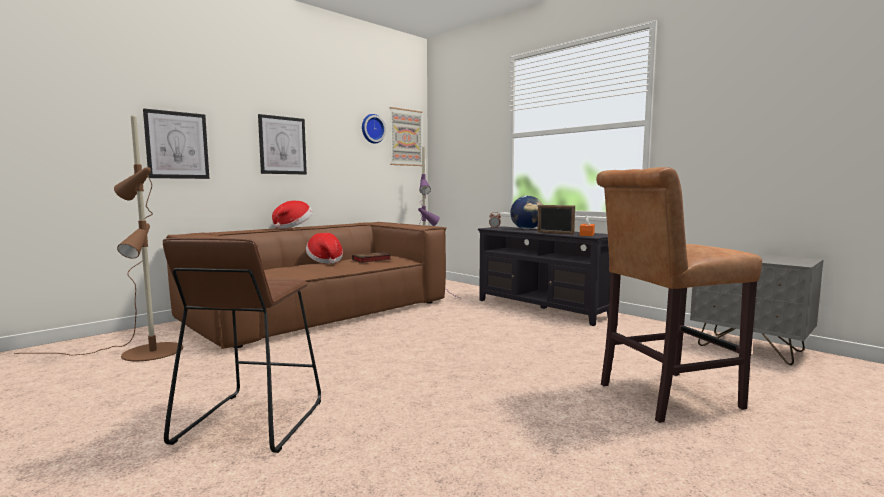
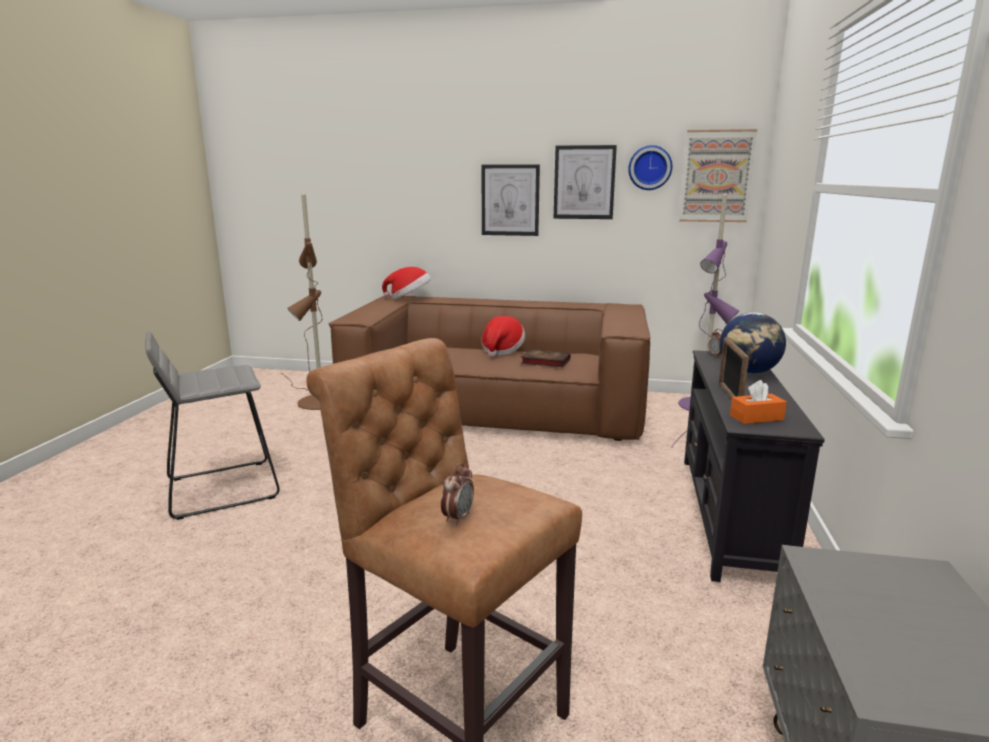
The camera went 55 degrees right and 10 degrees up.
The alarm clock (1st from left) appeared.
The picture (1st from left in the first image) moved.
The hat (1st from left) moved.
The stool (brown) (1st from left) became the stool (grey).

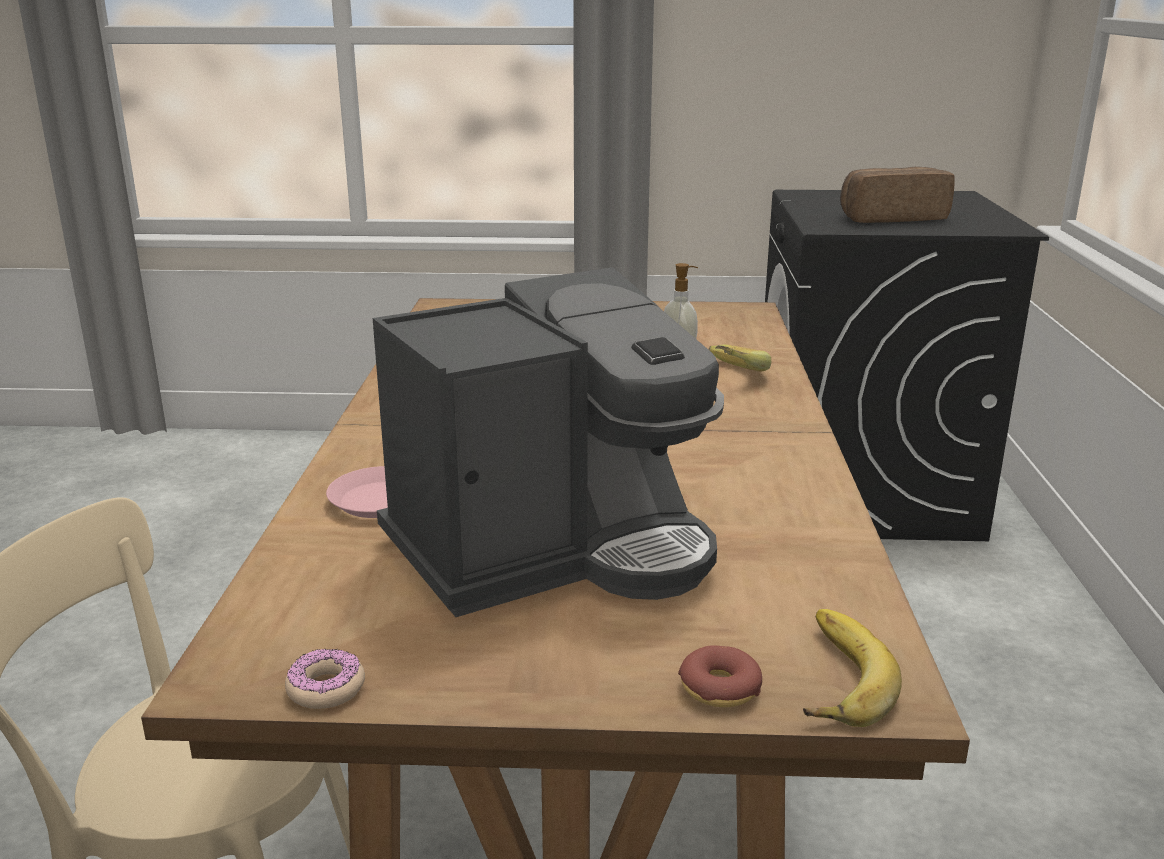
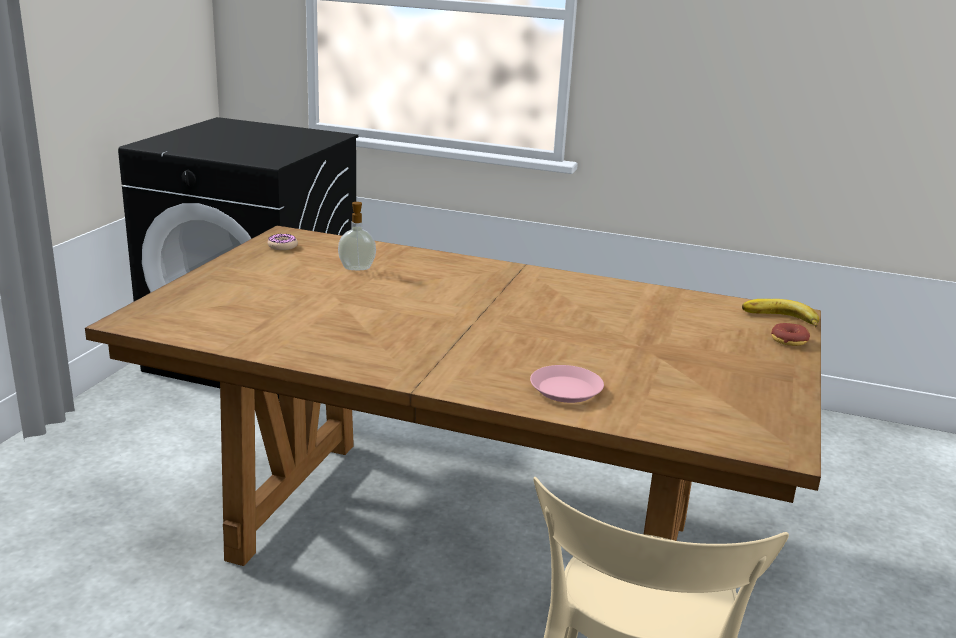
The camera went 75 degrees left and 0 degrees up.
The coffee machine disappeared.
The banana (1st from left) disappeared.
The bread disappeared.
The donut (1st from left) moved.

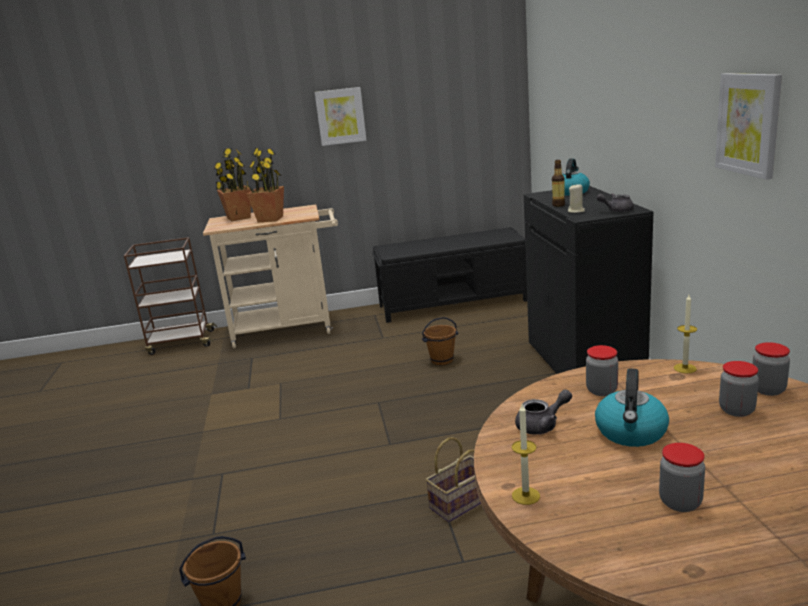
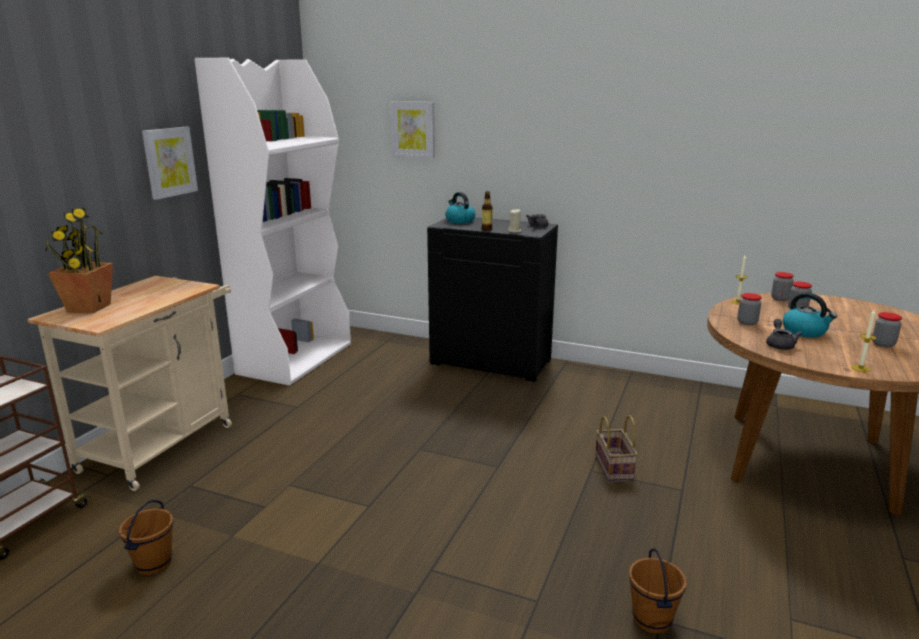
The camera went 60 degrees left and 0 degrees up.
The potted plant (2nd from left) disappeared.
The bucket (brown) (2nd from left in the first image) moved.
The picture (2nd from left) moved.
The bench (black) was replaced by the bookcase (white).

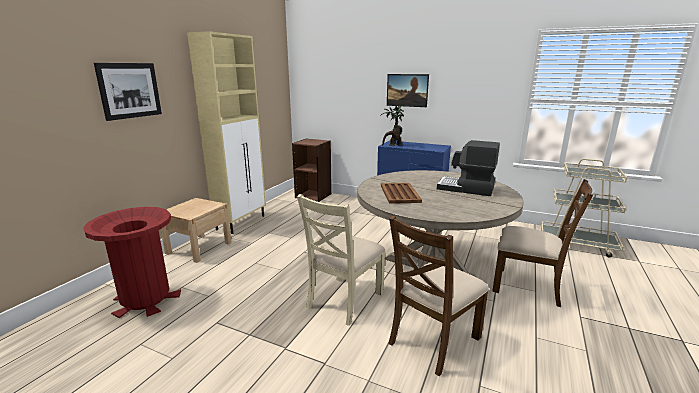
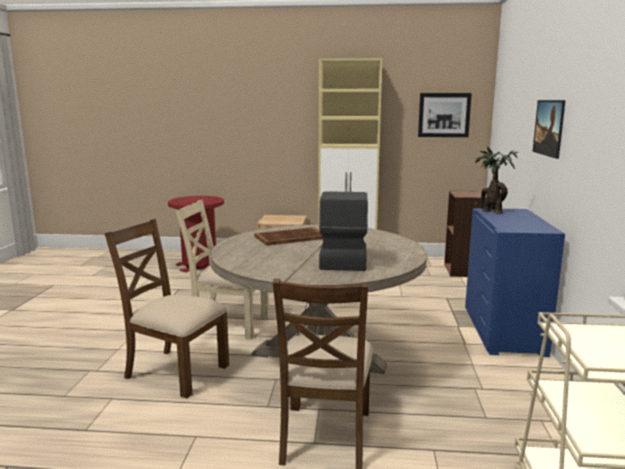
The camera went 70 degrees right and 5 degrees down.
The picture (1st from left) moved.

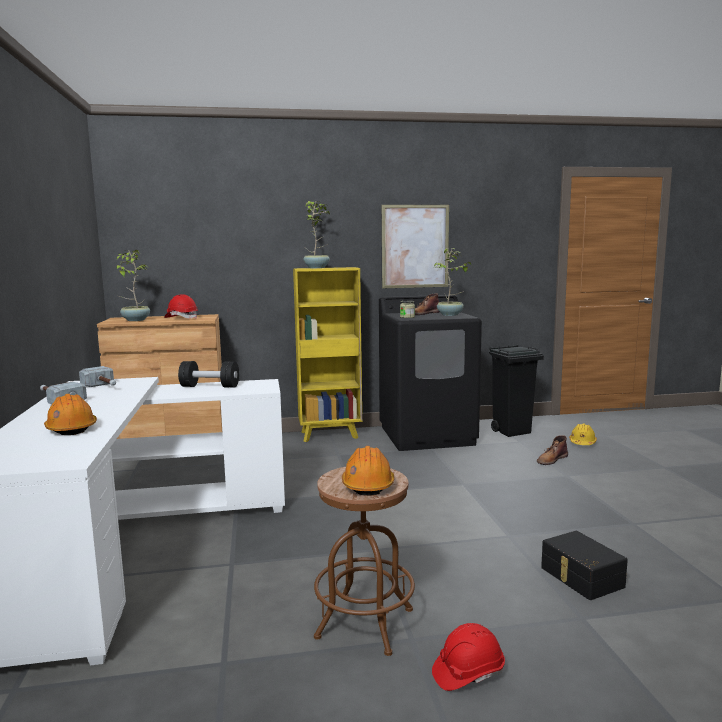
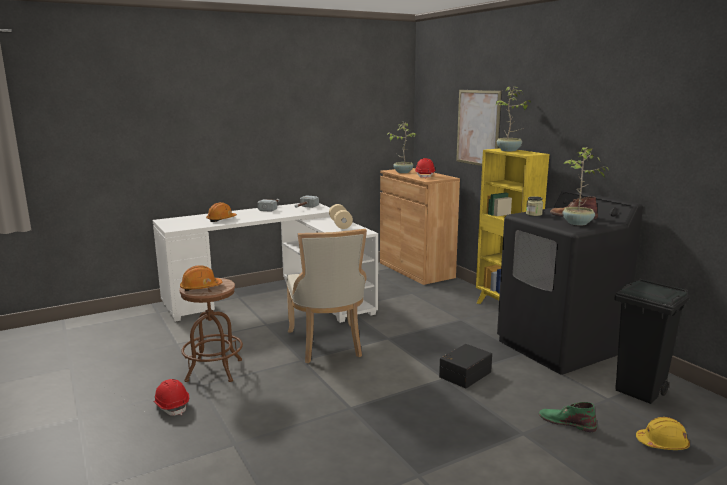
The camera went 70 degrees right and 5 degrees up.
The chair (beige) appeared.
The picture moved.
The storage box (black) moved.
The dumbbell (black) became the dumbbell (beige).
The boot (brown) (2nd from left) became the boot (green).

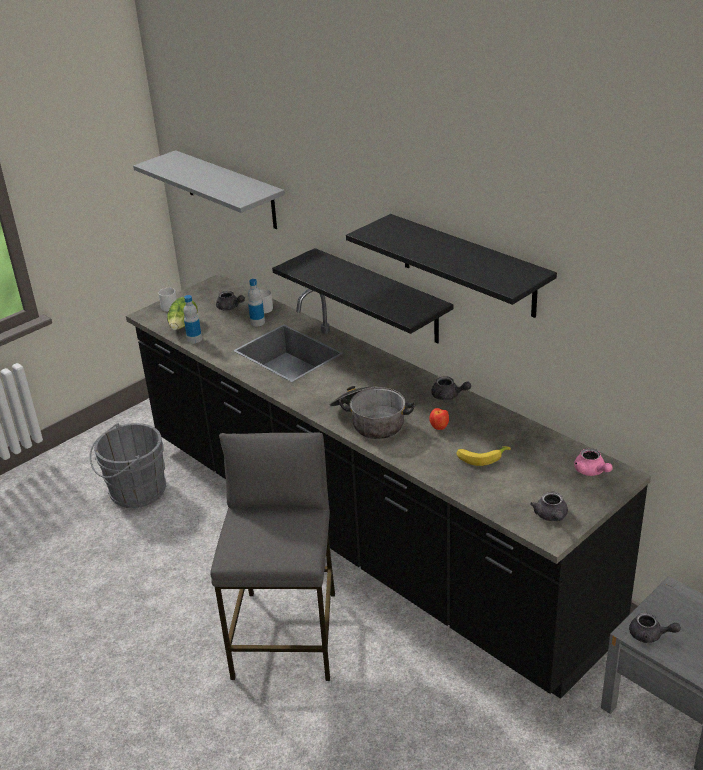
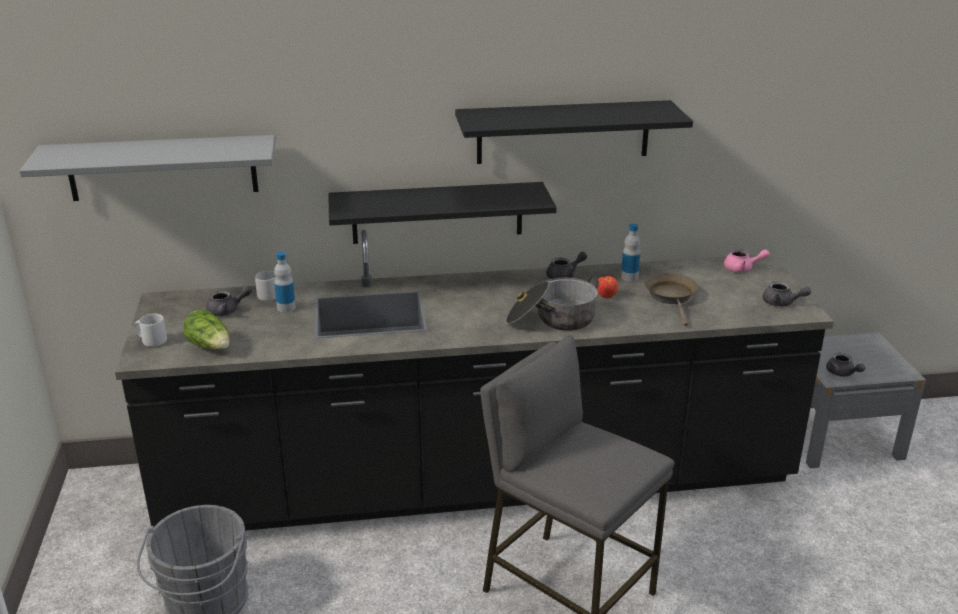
The camera went 55 degrees left and 5 degrees down.
The bottle (1st from left in the first image) moved.
The banana was replaced by the frying pan (brown).
The teapot (grey) (4th from left) turned 90 degrees clockwise.

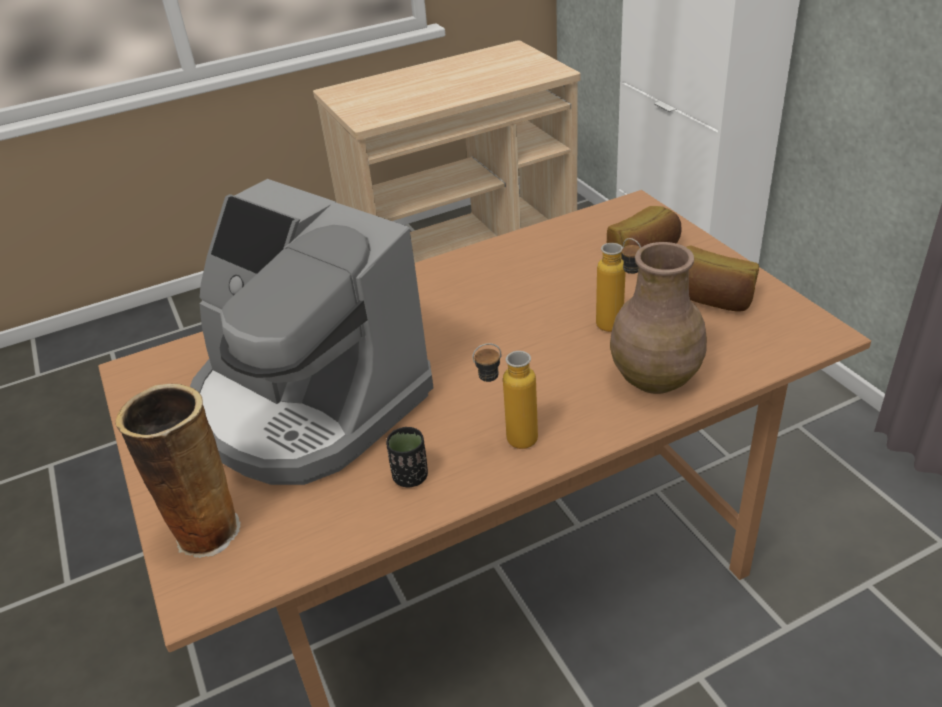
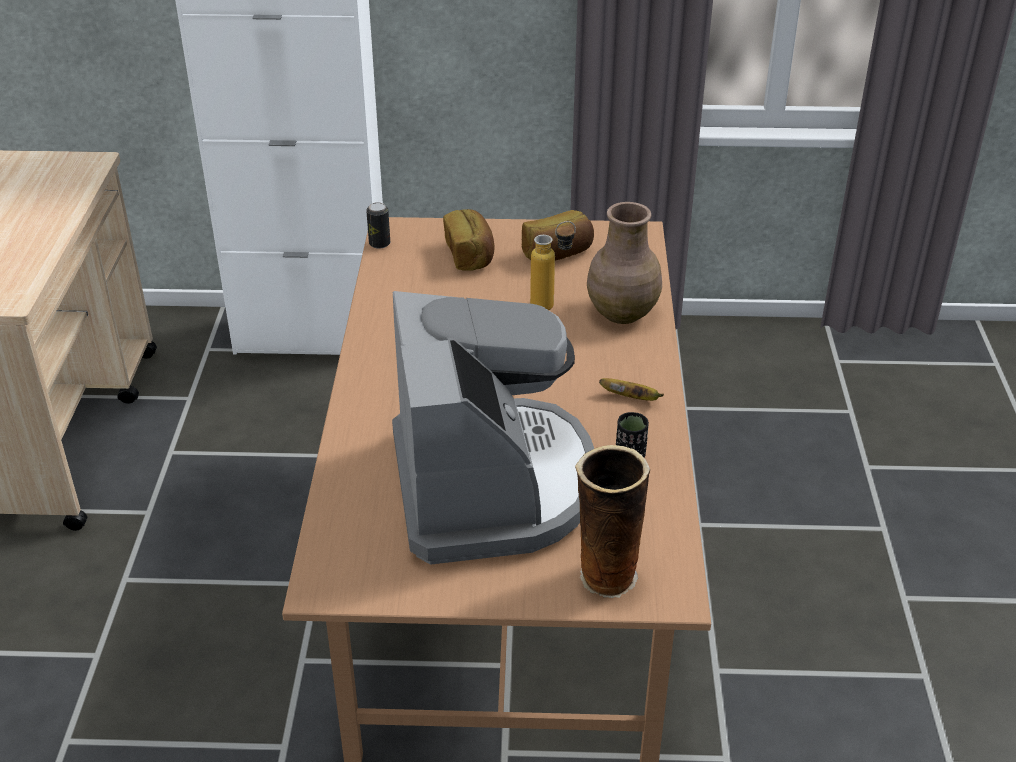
The camera went 65 degrees left and 0 degrees up.
The can appeared.
The bottle (1st from left) was replaced by the banana.
The coffee machine turned 75 degrees counterclockwise.

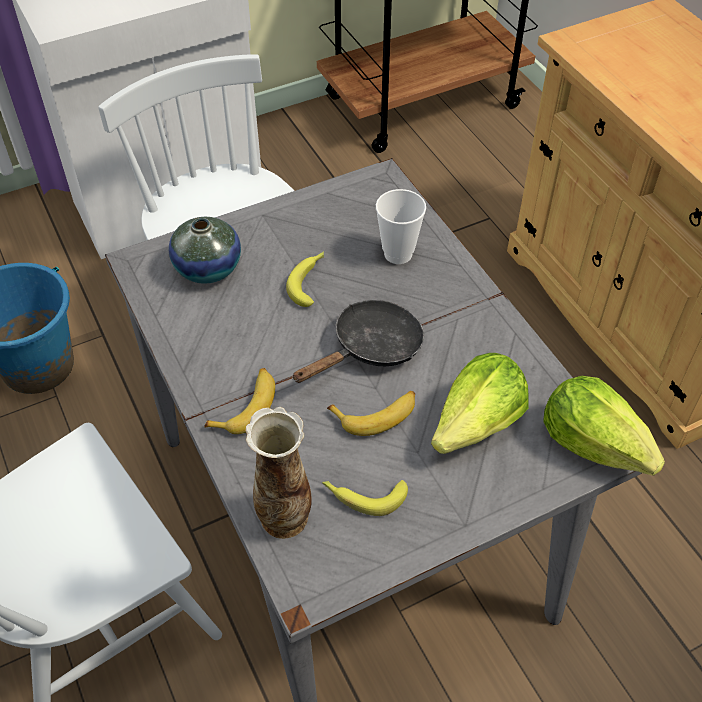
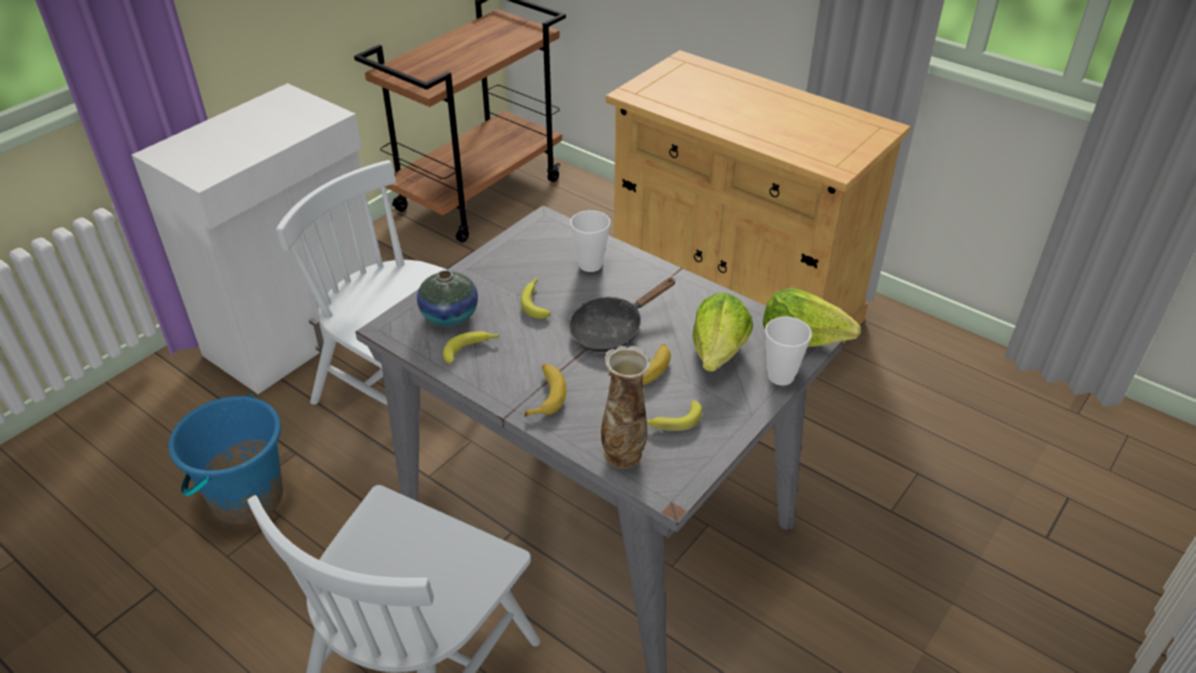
The camera went 25 degrees left and 10 degrees down.
The banana (1st from left) appeared.
The cup (2nd from left) appeared.
The frying pan (black) turned 150 degrees counterclockwise.

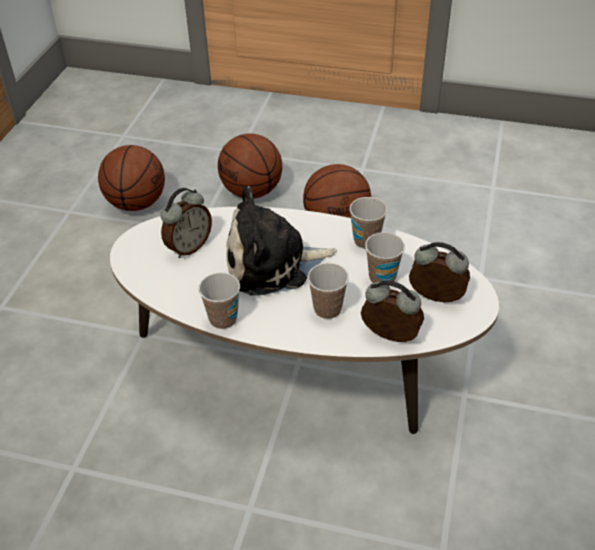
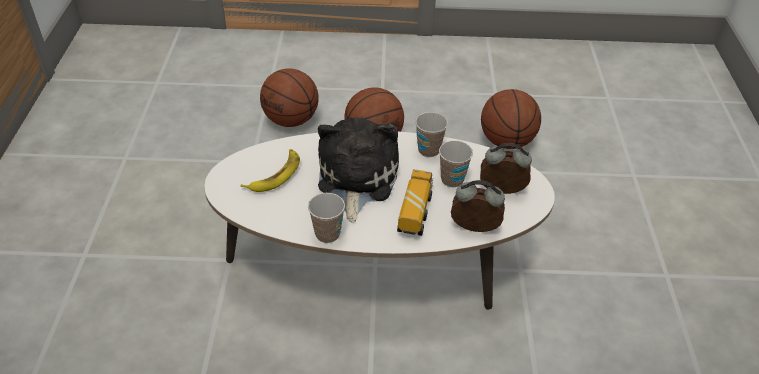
The camera went 15 degrees left and 0 degrees up.
The basketball (1st from left in the first image) moved.
The alarm clock (1st from left) was replaced by the banana.
The cup (2nd from left) was replaced by the toy truck.
The plush toy turned 120 degrees clockwise.

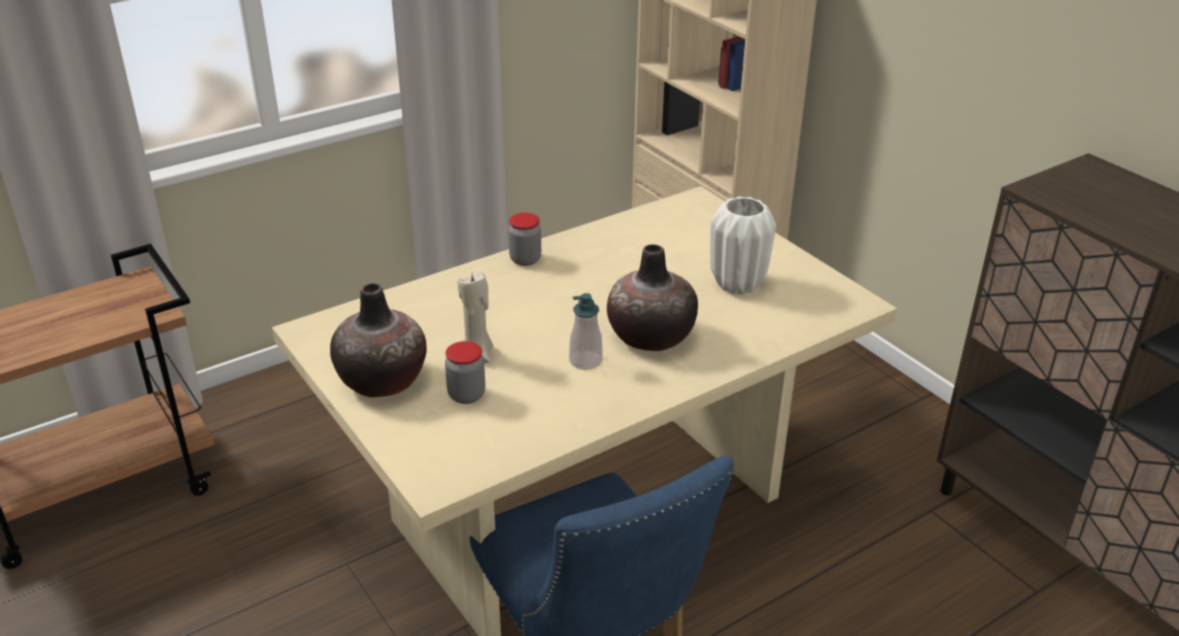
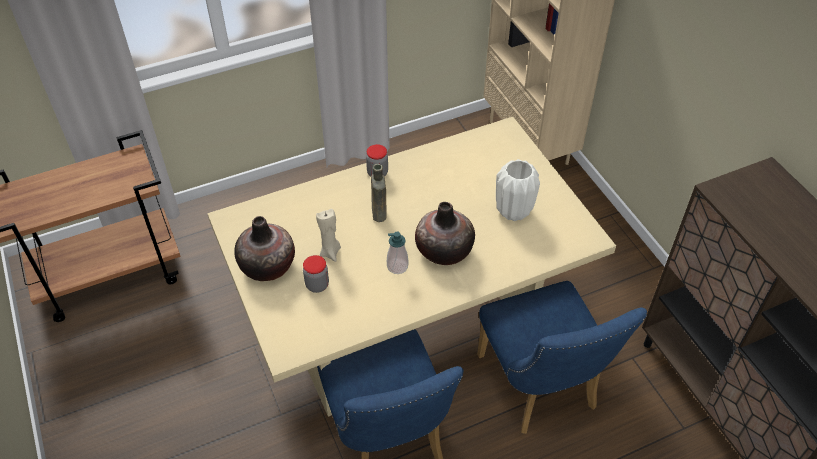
The camera went 10 degrees right and 15 degrees up.
The bottle (brown) appeared.
The chair (blue) (2nd from left) appeared.

